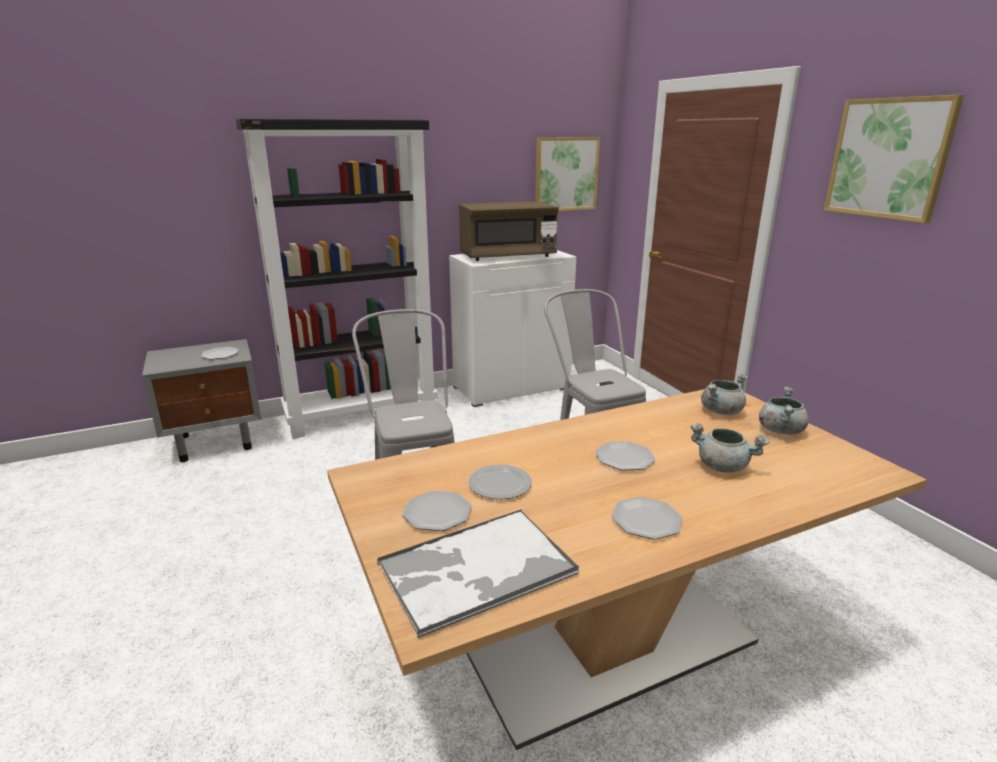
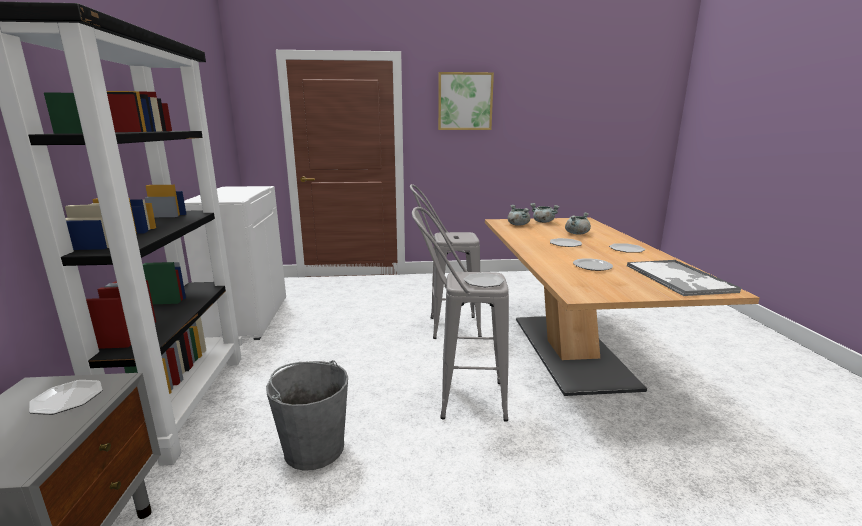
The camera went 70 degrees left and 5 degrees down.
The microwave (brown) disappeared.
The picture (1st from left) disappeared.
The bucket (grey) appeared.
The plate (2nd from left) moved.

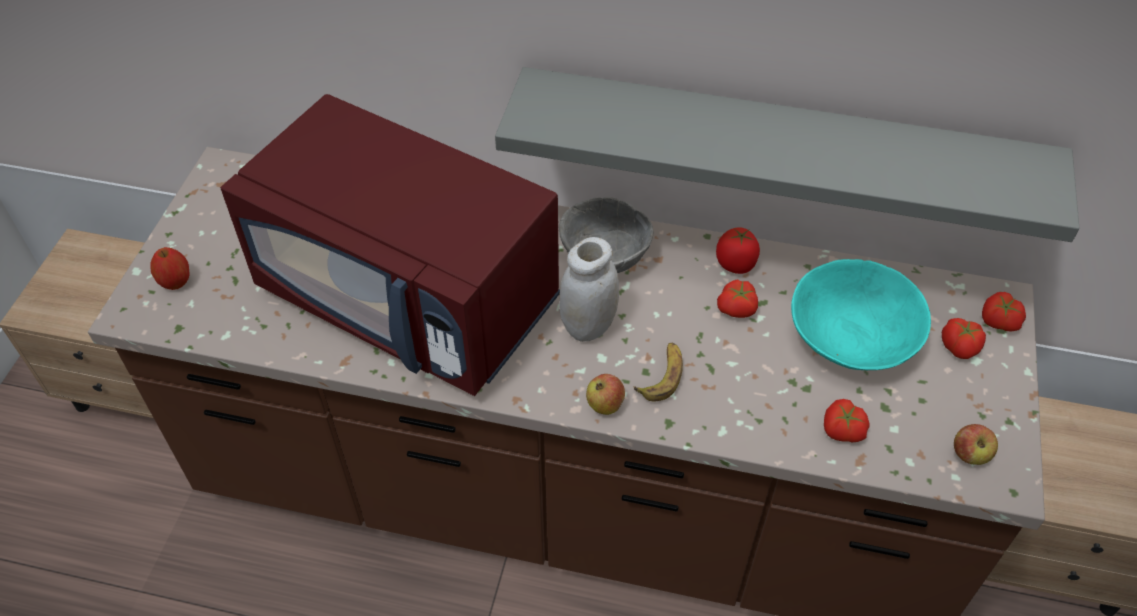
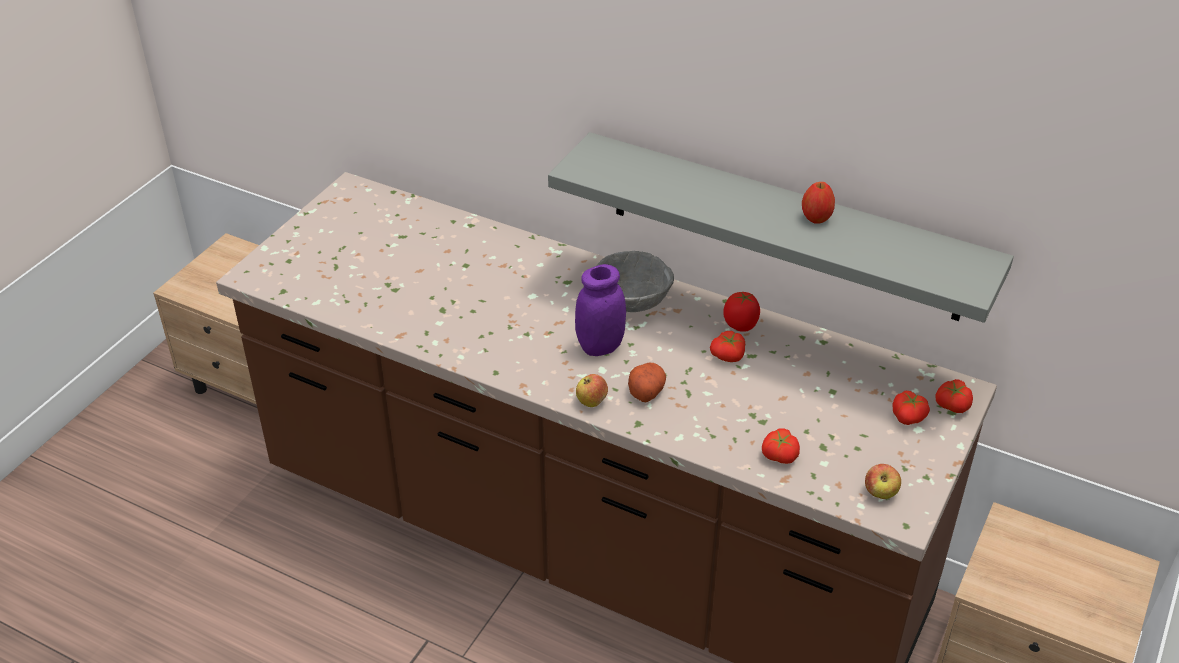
The camera went 15 degrees right and 10 degrees down.
The microwave (red) disappeared.
The bowl (turquoise) disappeared.
The apple (1st from left in the first image) moved.
The banana was replaced by the potato.
The jar (white) became the jar (purple).

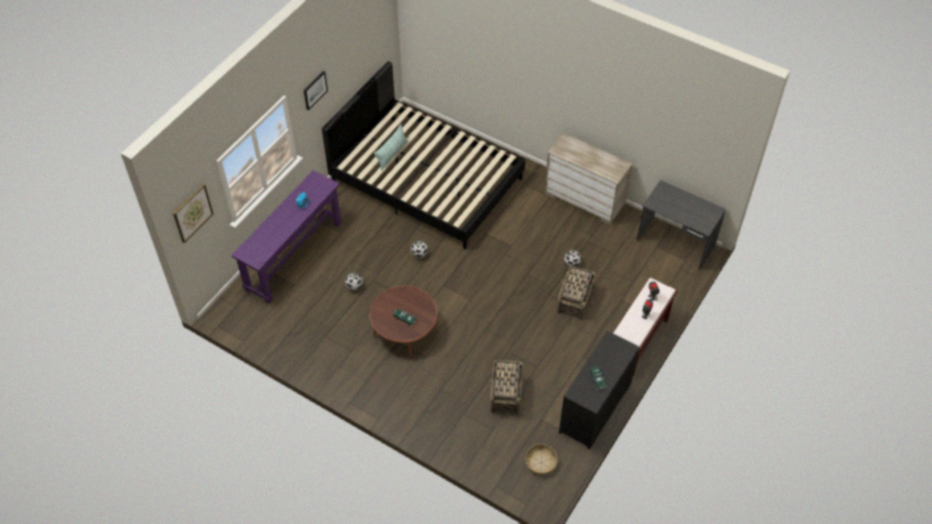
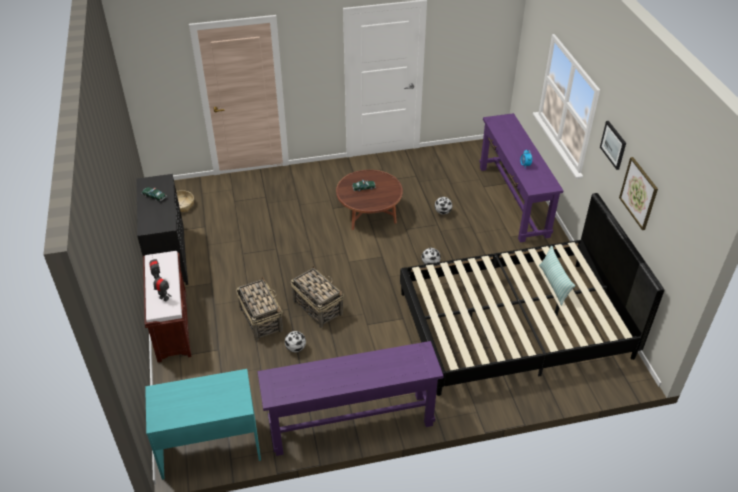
The camera went 135 degrees right and 10 degrees down.
The picture (1st from left in the first image) moved.
The basket (1st from left in the first image) moved.
The dresser (beige) was replaced by the console table (purple) (1st from left).
The desk (grey) became the desk (turquoise).

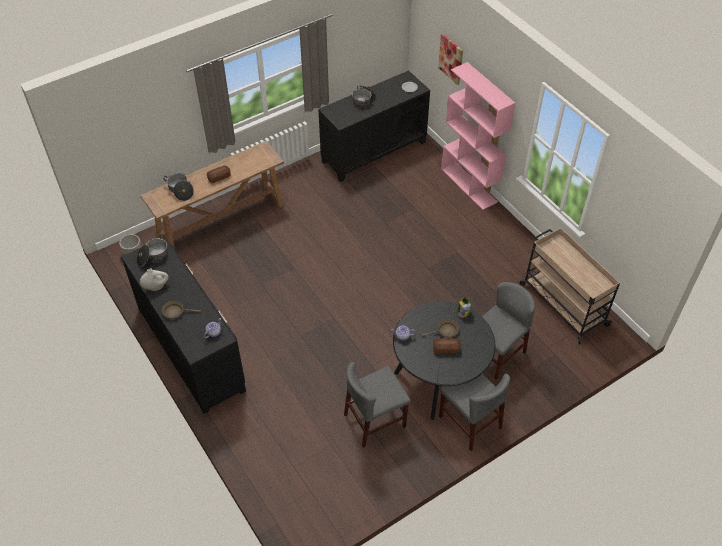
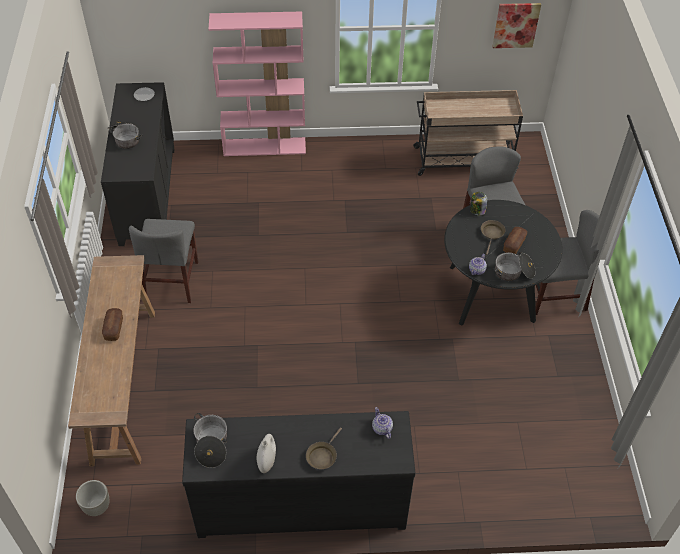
The camera went 60 degrees left and 0 degrees up.
The cooking pot (2nd from left in the first image) moved.
The chair (grey) (1st from left) moved.
The picture moved.

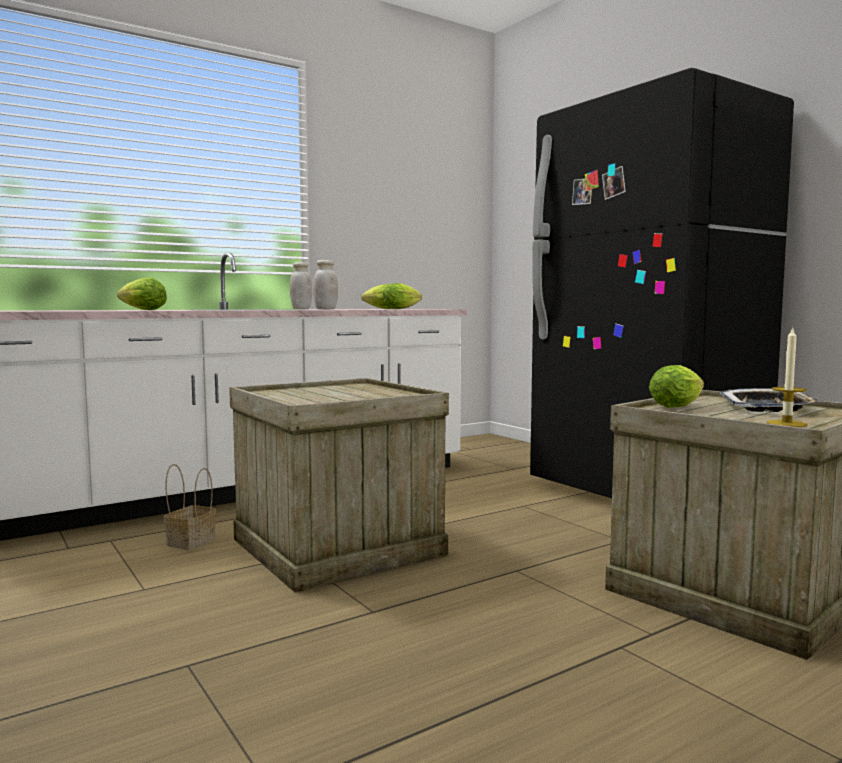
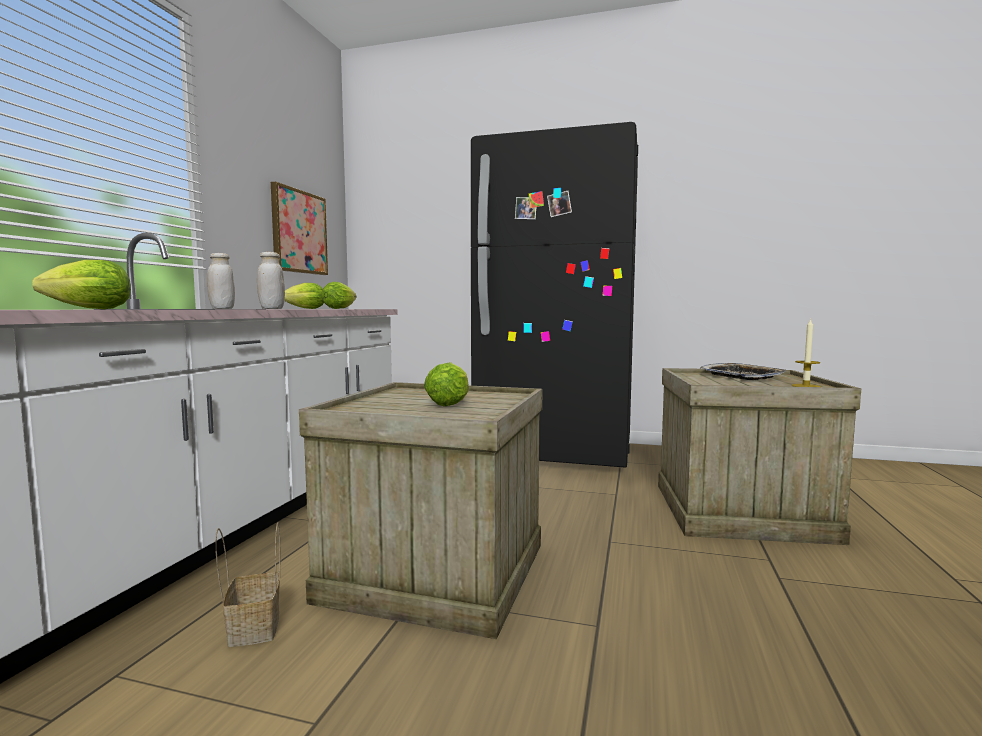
The camera went 40 degrees left and 0 degrees up.
The picture appeared.
The lettuce (4th from left) moved.

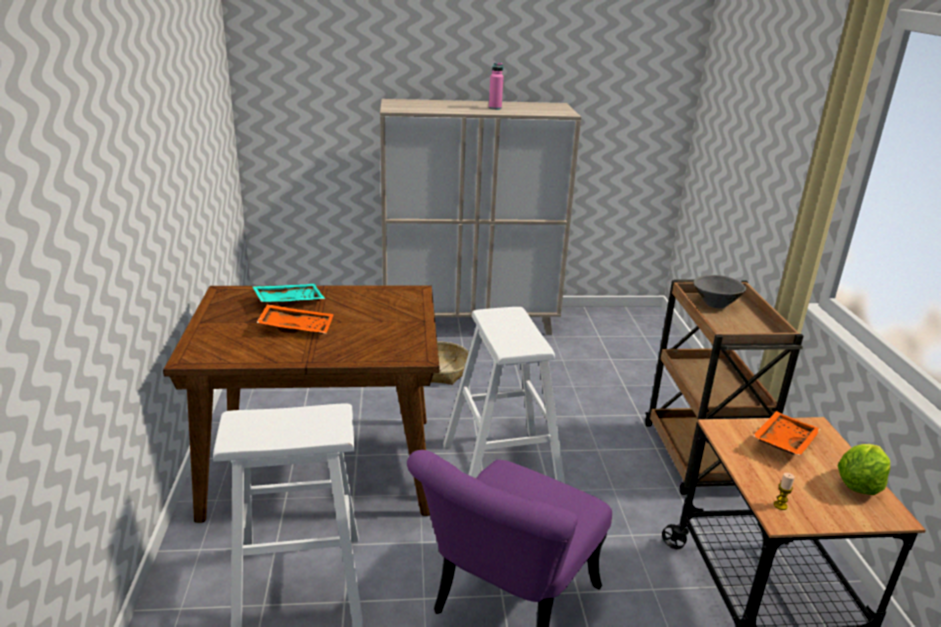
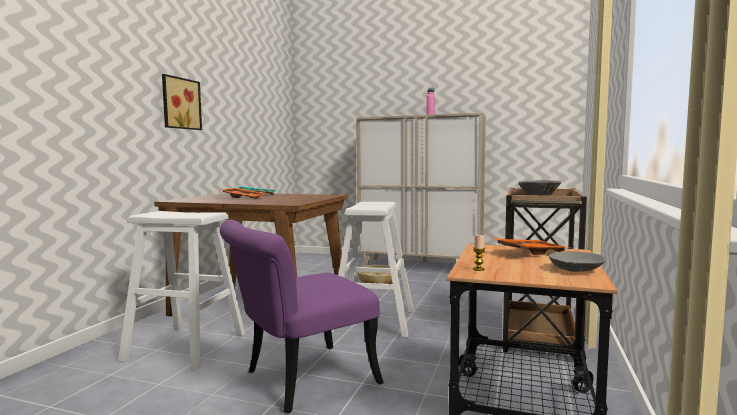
The camera went 25 degrees right and 20 degrees down.
The picture appeared.
The lettuce was replaced by the bowl (grey) (2nd from left).

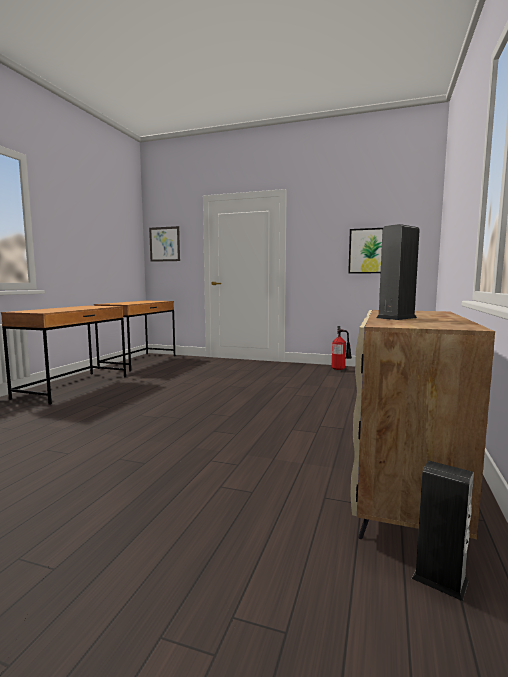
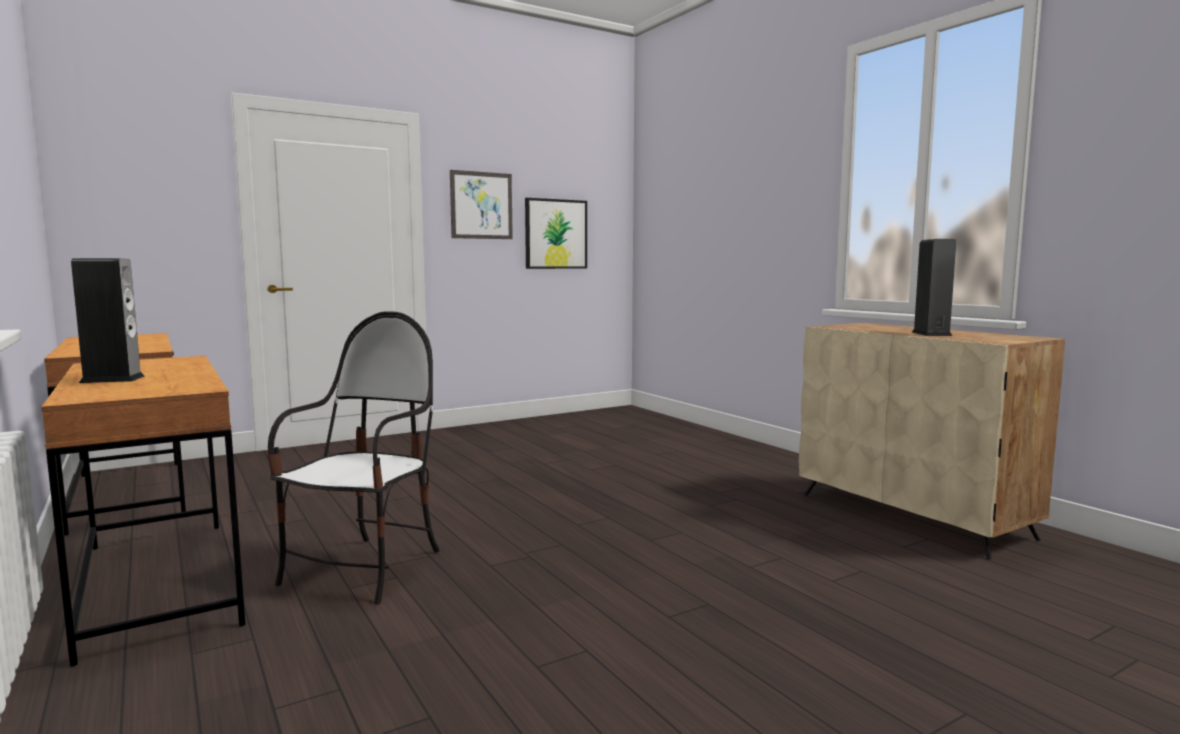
The camera went 50 degrees left and 0 degrees up.
The fire extinguisher disappeared.
The chair appeared.
The picture (1st from left) moved.
The speaker (2nd from left in the first image) moved.

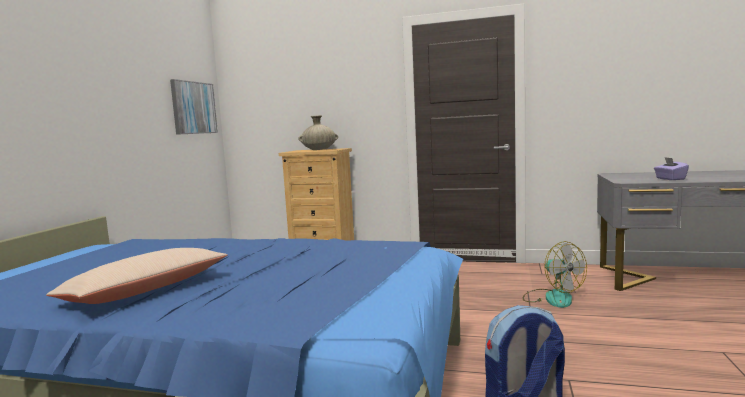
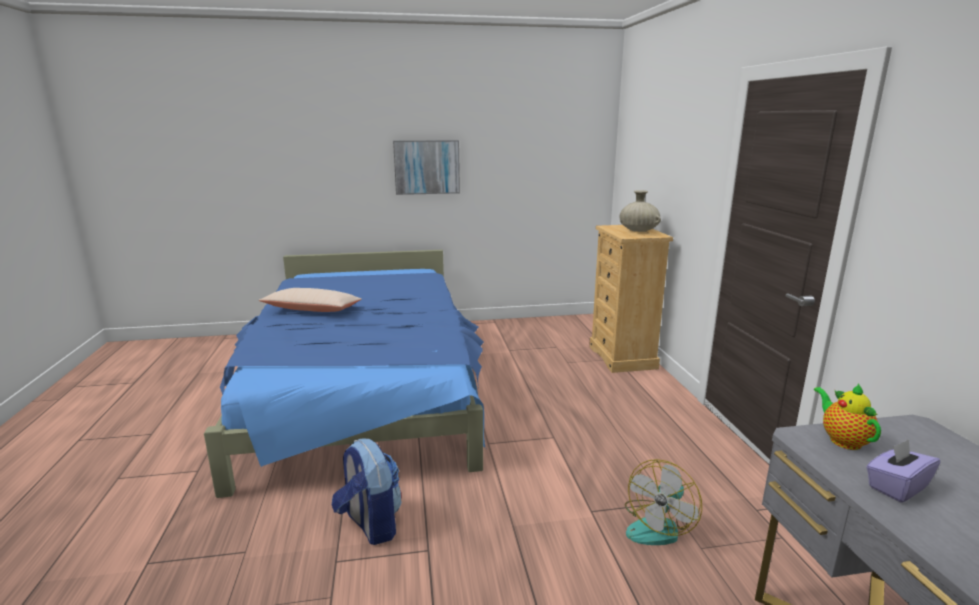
The camera went 65 degrees right and 10 degrees up.
The teapot appeared.
The picture moved.

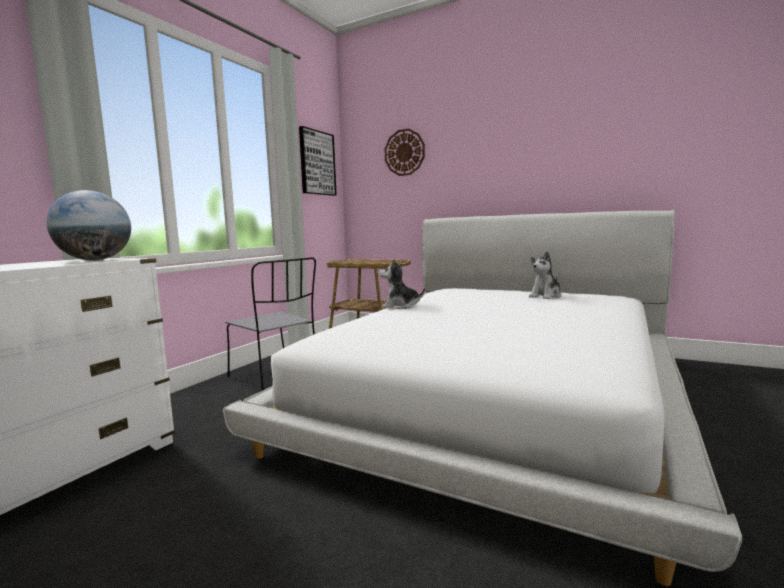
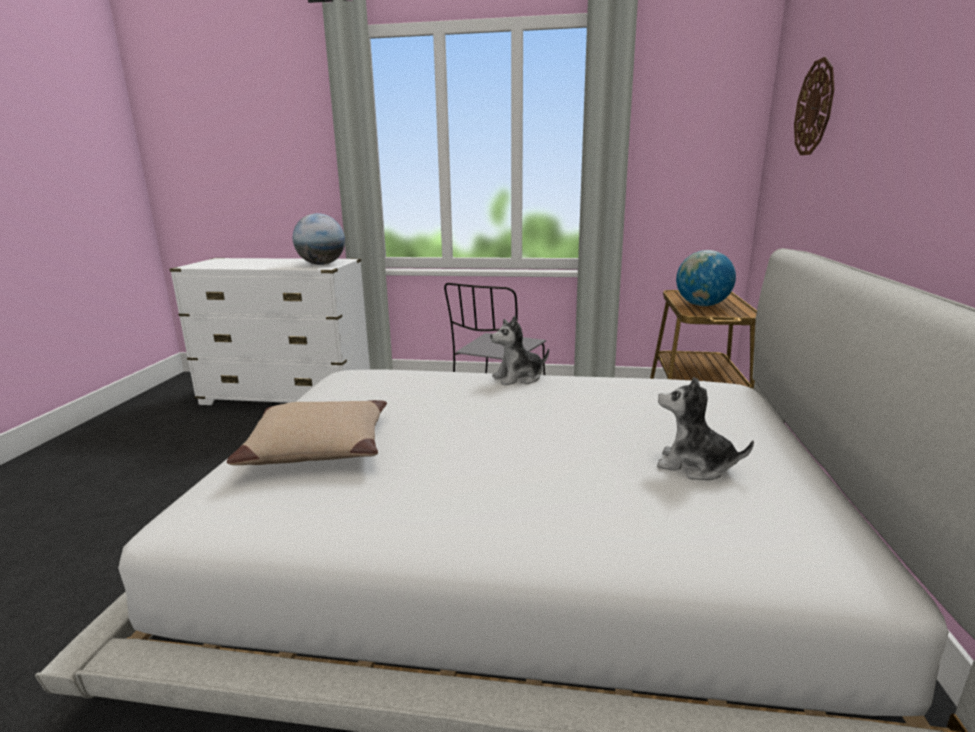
The camera went 70 degrees right and 10 degrees up.
The picture disappeared.
The pillow (beige) appeared.
The globe (2nd from left) appeared.
The plush toy (1st from left) turned 105 degrees counterclockwise.

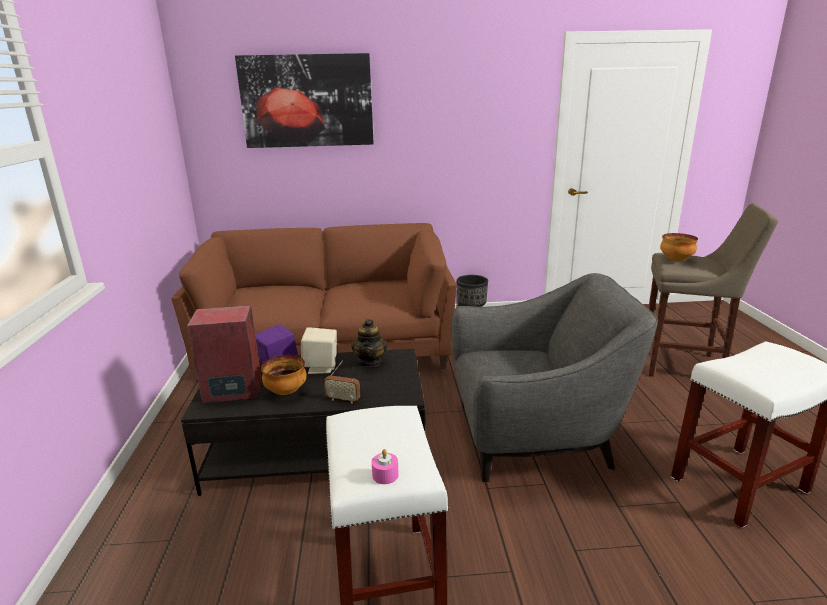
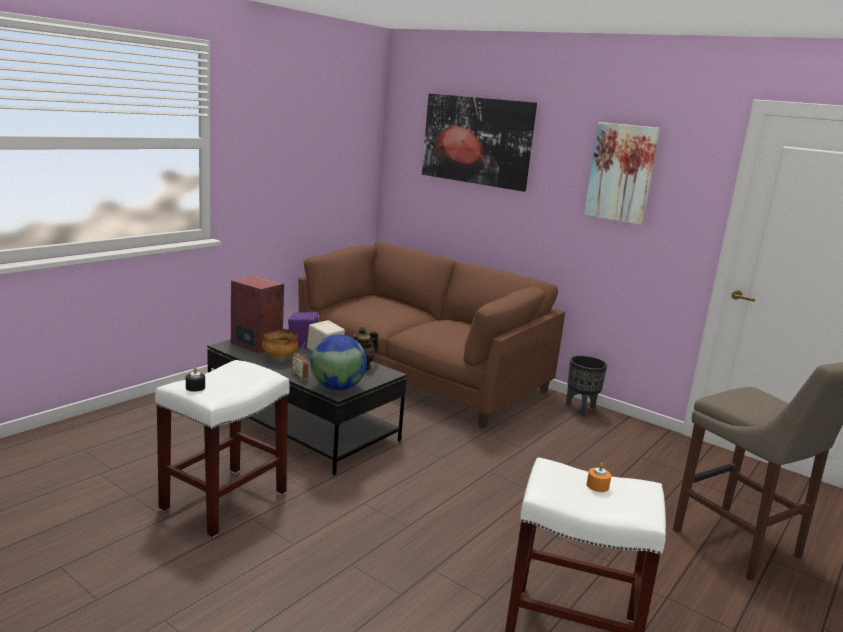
The camera went 40 degrees right and 5 degrees down.
The armchair (grey) disappeared.
The bowl (2nd from left) disappeared.
The globe appeared.
The picture (2nd from left) appeared.
The candle (orange) appeared.
The candle (pink) became the candle (black).

